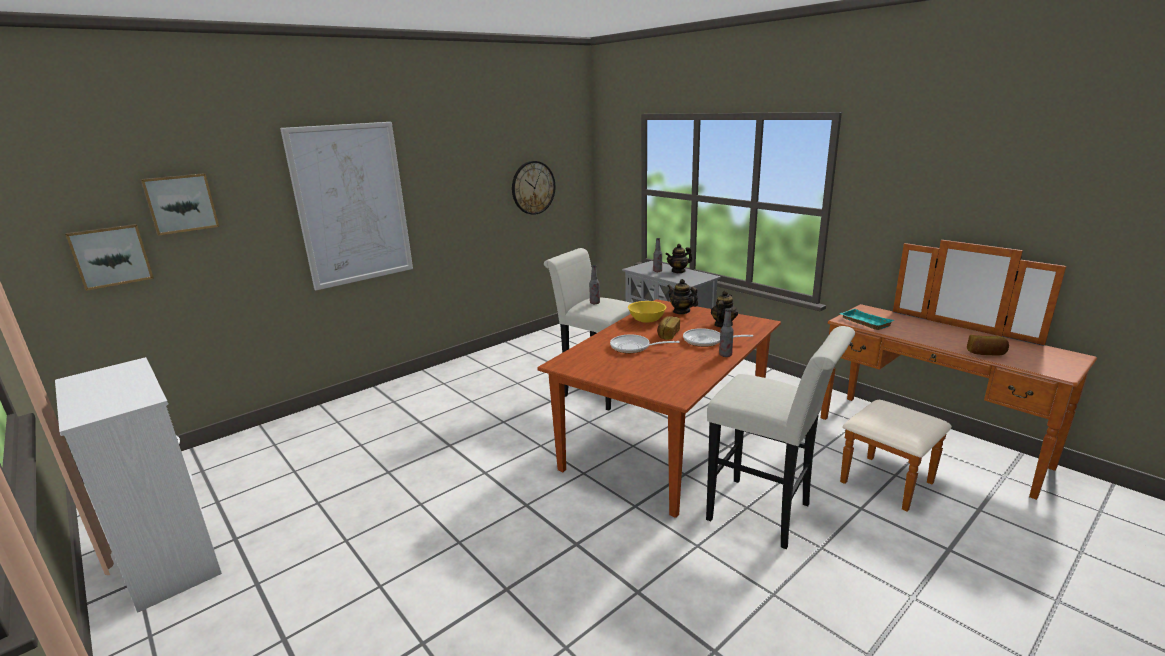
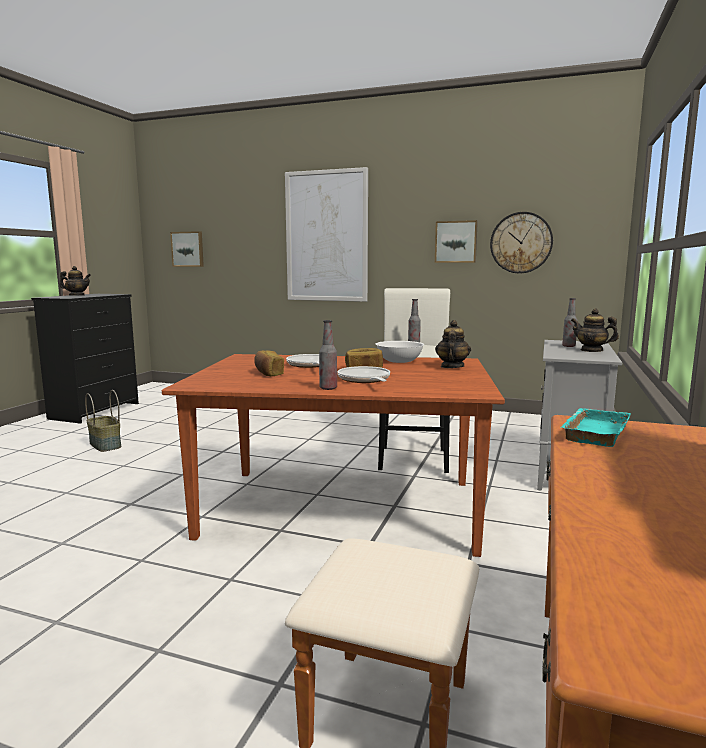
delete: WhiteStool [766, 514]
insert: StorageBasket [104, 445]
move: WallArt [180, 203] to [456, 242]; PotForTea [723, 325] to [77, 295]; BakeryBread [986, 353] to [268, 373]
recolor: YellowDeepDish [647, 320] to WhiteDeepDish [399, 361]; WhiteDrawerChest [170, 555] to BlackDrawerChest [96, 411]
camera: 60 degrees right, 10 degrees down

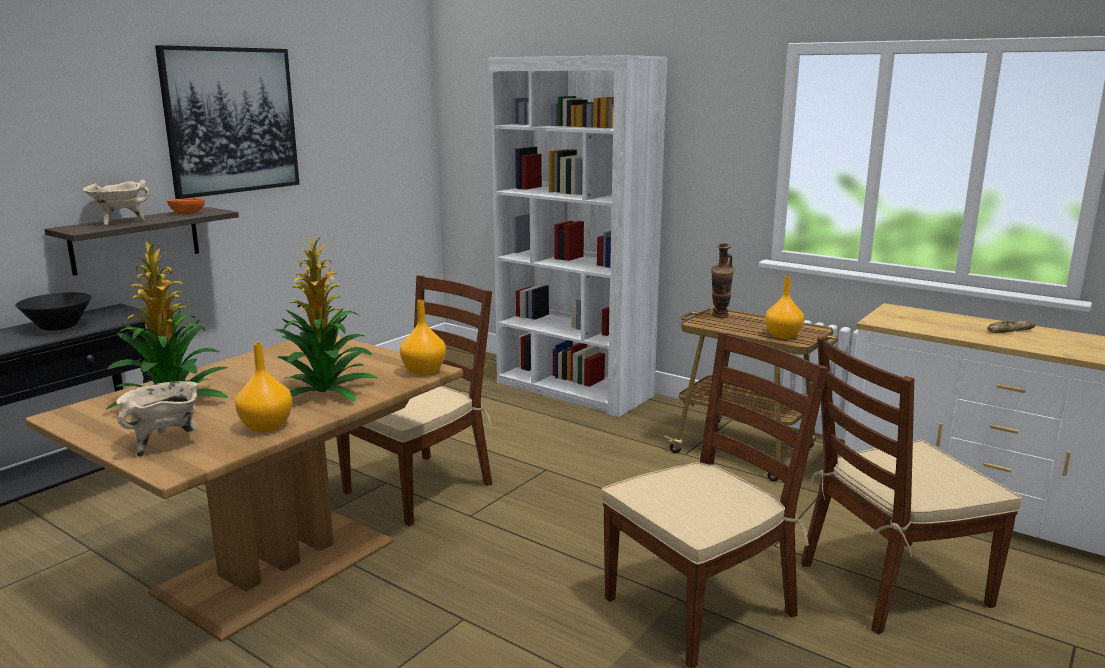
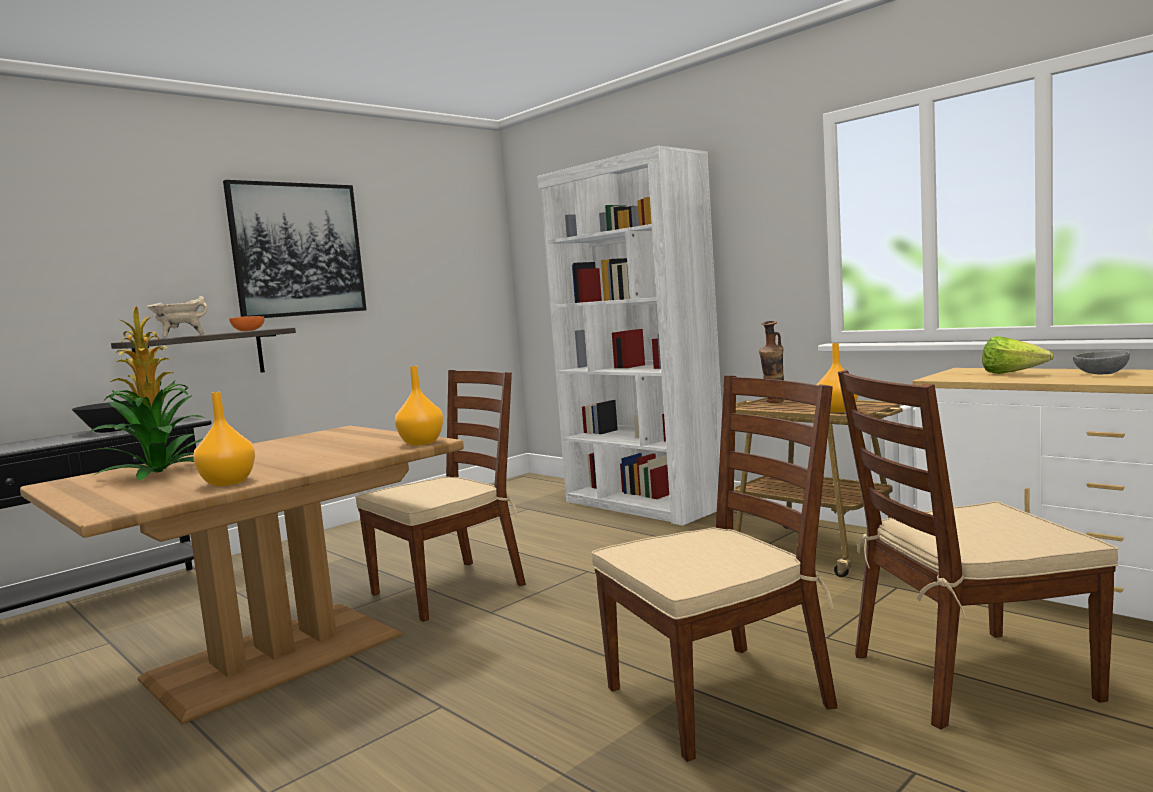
delete: PottedPlant [326, 391]; SandColouredCookingPot [166, 443]
insert: HeadOfLettuce [1012, 374]
replace: BakeryBread [1009, 330] to GreyishDeepDish [1100, 374]
camera: 10 degrees right, 10 degrees down

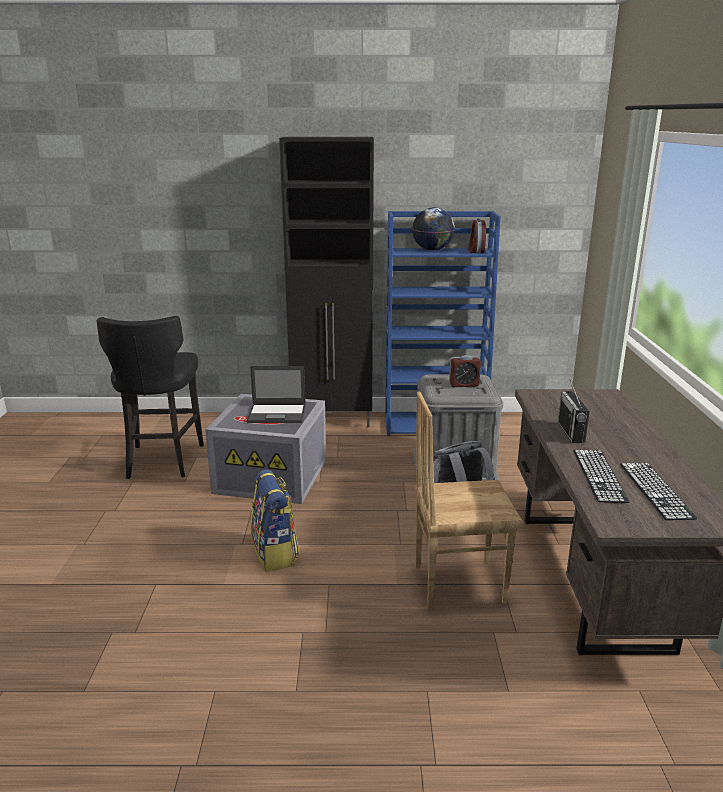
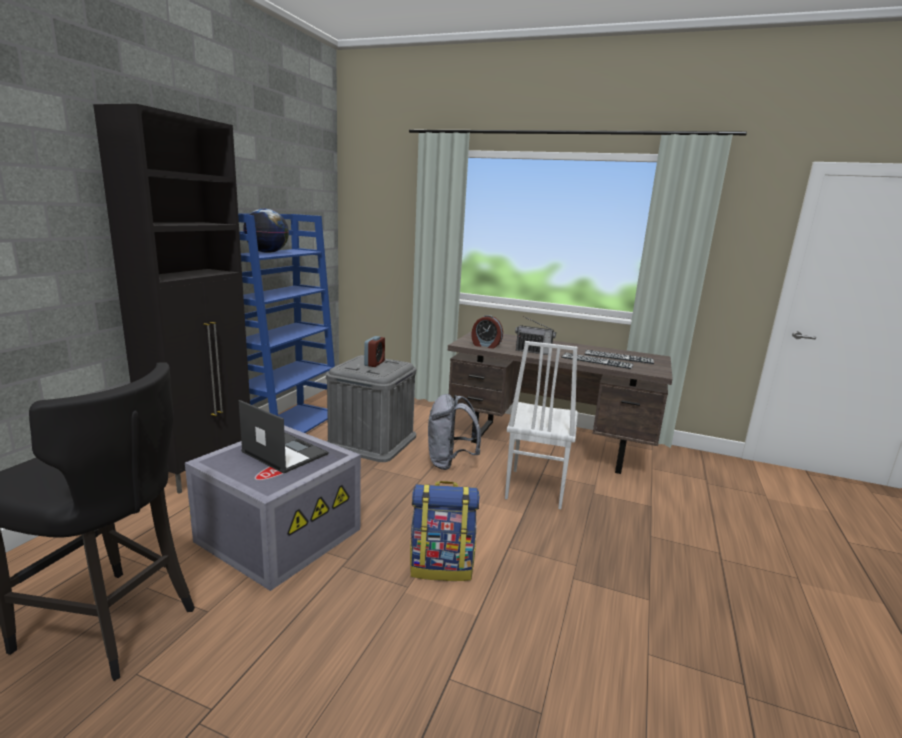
move: BedsideClock [475, 251] to [485, 345]
recolor: BrownPlainChair [458, 583] to WhitePlainChair [534, 488]
rotate: Laptop [277, 414] = [283, 453] 75 degrees counterclockwise
camera: 70 degrees left, 5 degrees down

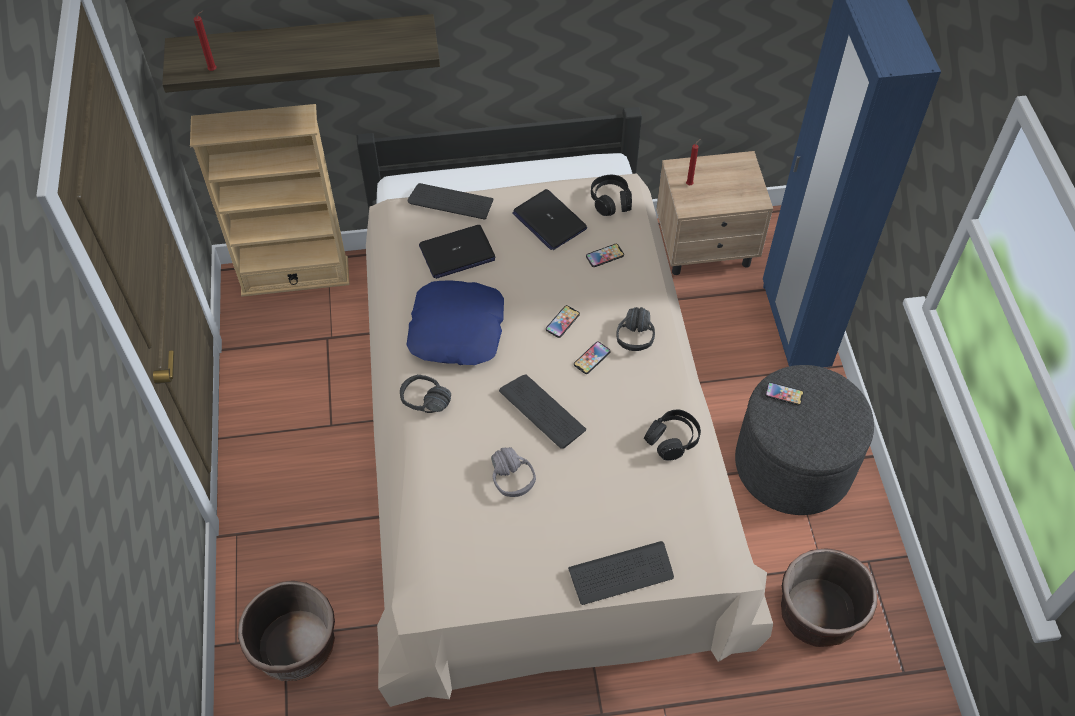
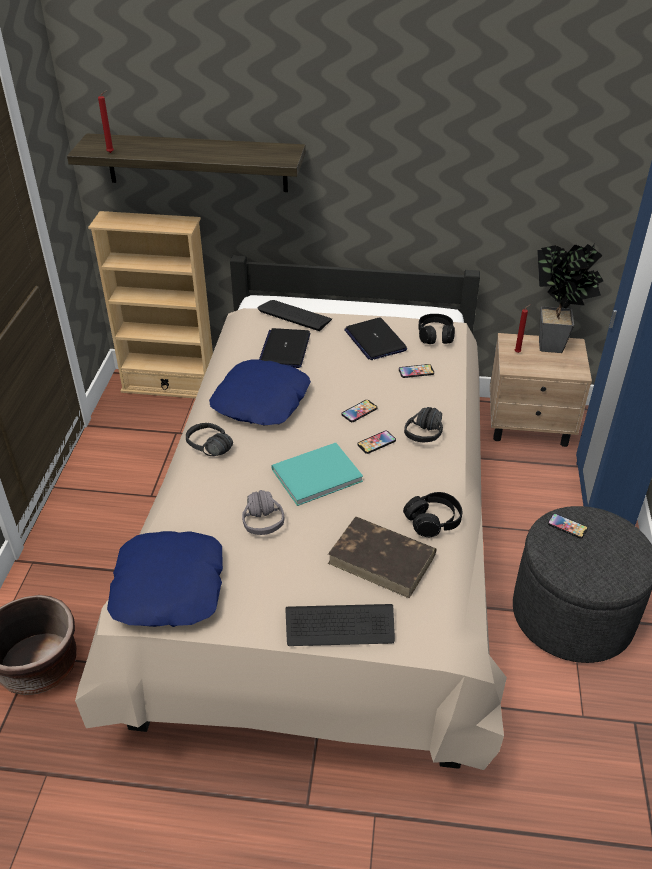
delete: BrownPlantPot [818, 614]
insert: PottedPlant [555, 348]; BrownBook [382, 559]; BlueColouredCushion [170, 587]
replace: PcKeyboard [542, 412] to TurquoiseBook [313, 475]
rotate: Laptop [457, 253] = [285, 349] 105 degrees clockwise
camera: 15 degrees right, 15 degrees down

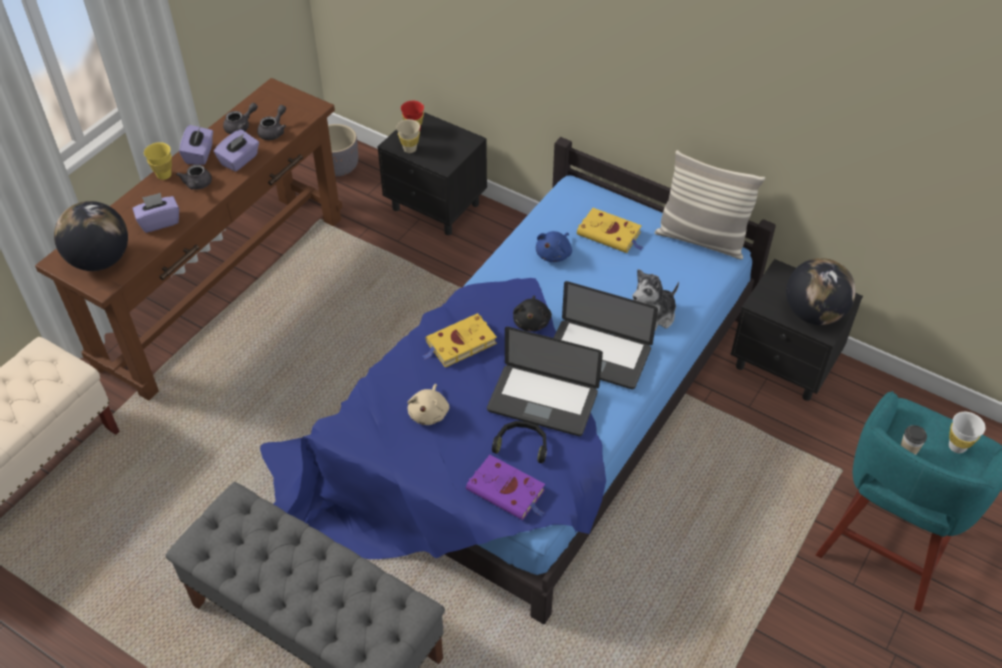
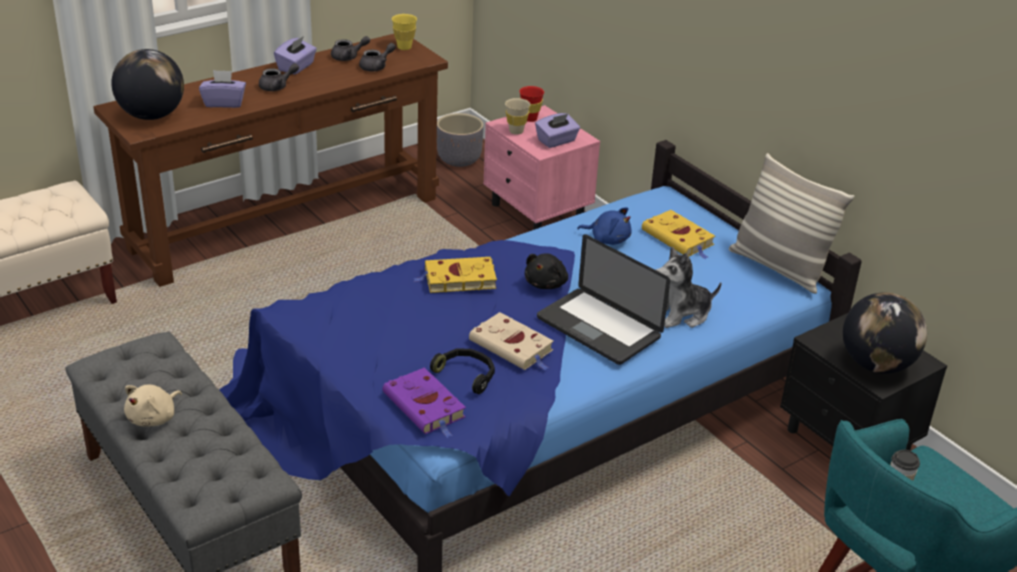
delete: WhiteSmallCup [957, 446]
move: PurpleColouredTissueBox [239, 160] to [556, 141]; YellowSmallCup [164, 175] to [404, 47]; SandColouredSoftToy [429, 413] to [154, 418]
replace: Laptop [542, 401] to SandColouredBook [513, 347]
recolor: BlackBedsideTable [436, 207] to PinkColouredBedsideTable [537, 213]
rotate: GreyishPotForTea [197, 185] = [277, 87] 135 degrees counterclockwise; BlueColouredSoftToy [554, 254] = [607, 239] 120 degrees counterclockwise
camera: 20 degrees right, 15 degrees down

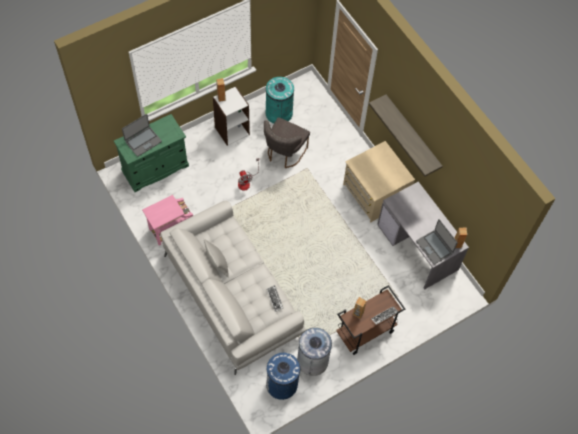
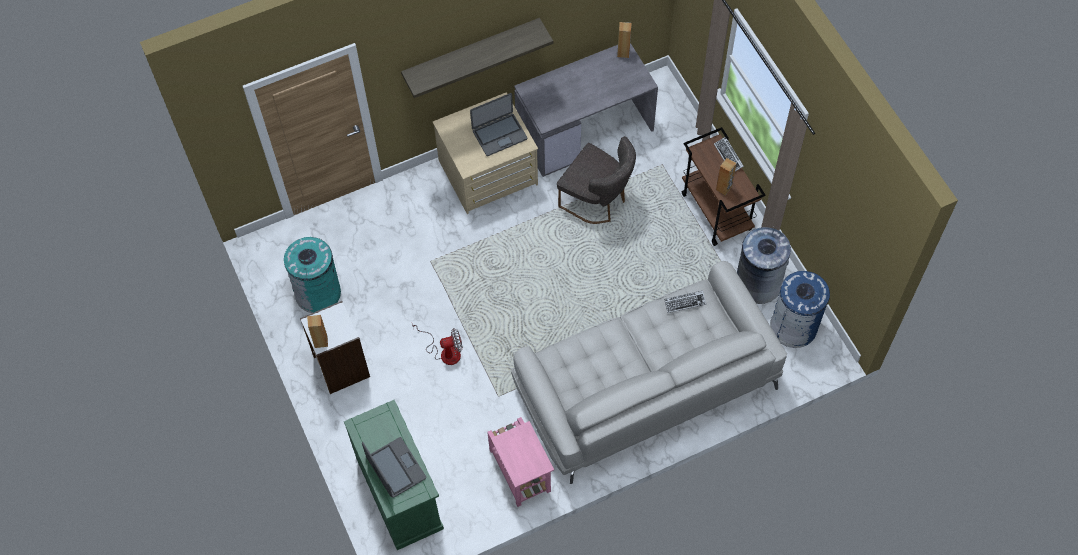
delete: GreyishCushion [217, 264]
move: GreyishPlainChair [284, 154] to [597, 201]; Laptop [434, 247] to [499, 134]
camera: 80 degrees left, 0 degrees up

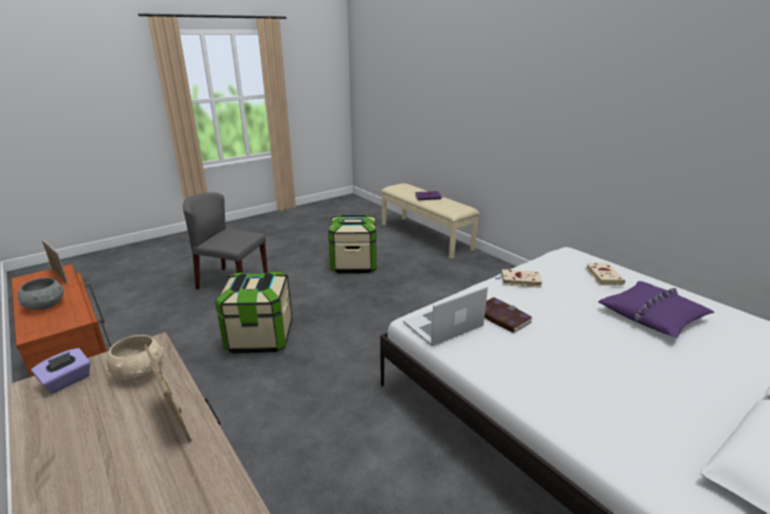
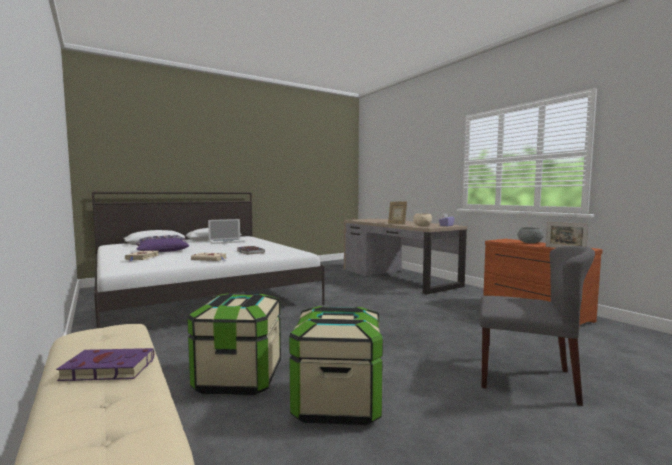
move: StorageBin [260, 337] to [239, 378]; Laptop [443, 324] to [226, 241]
camera: 175 degrees left, 20 degrees down

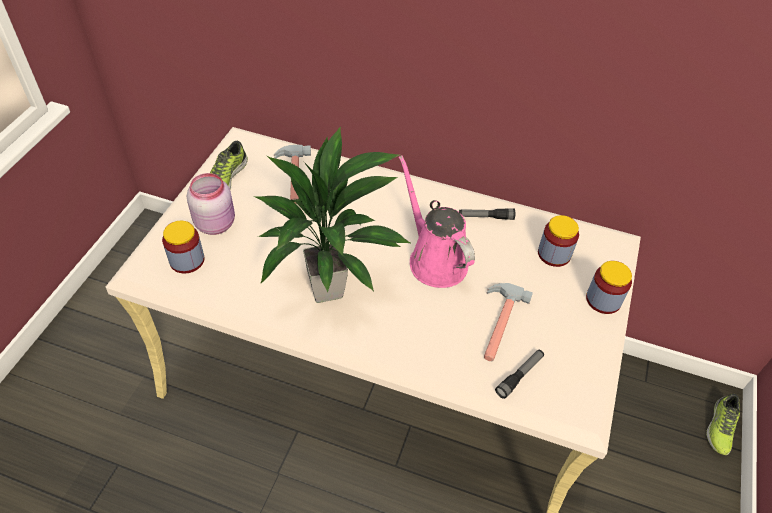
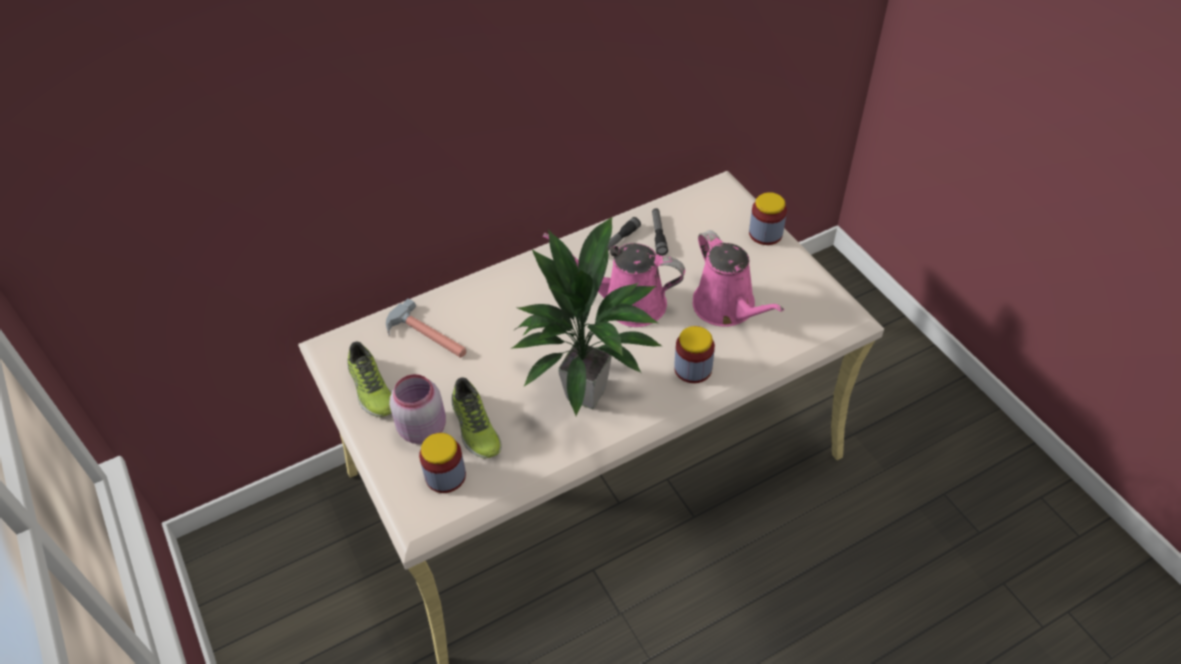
move: PreserveJar [554, 254] to [693, 368]; Torch [519, 376] to [658, 235]; LowShoe [720, 427] to [474, 427]
replace: HandHammer [498, 323] to PinkColouredWateringPot [727, 308]
camera: 45 degrees left, 0 degrees up

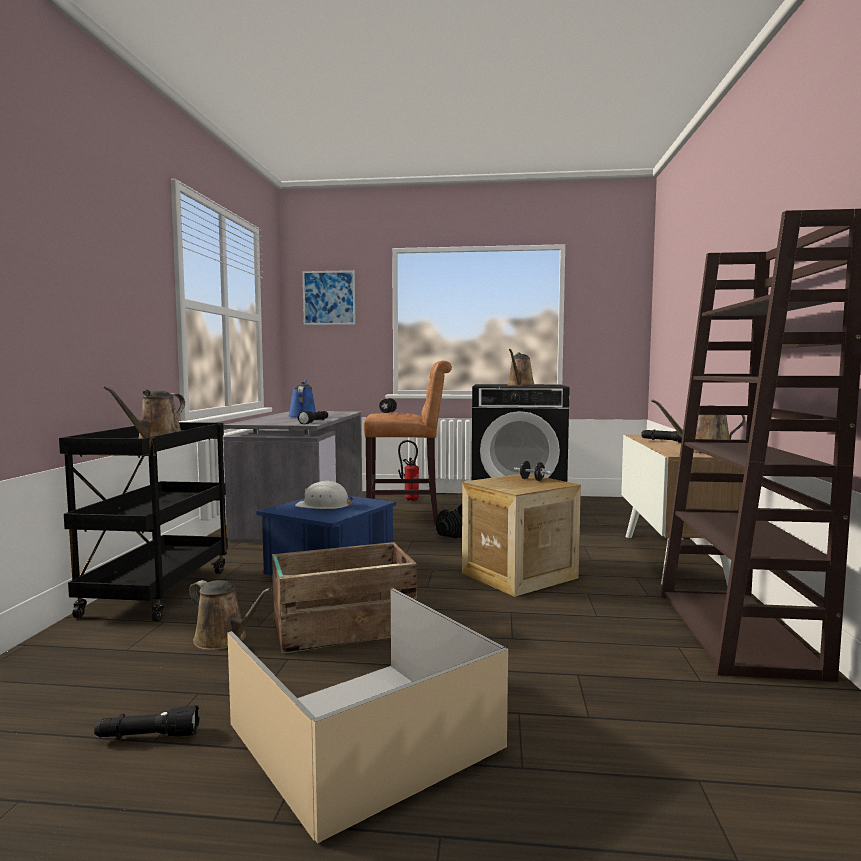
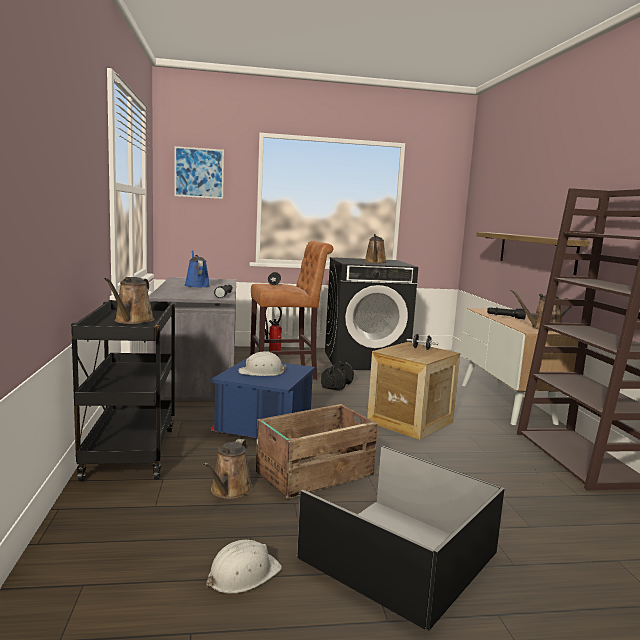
insert: BracketShelf [535, 251]
replace: BlackTorch [147, 737] to WhiteSafetyHelmet [243, 574]
recolor: SandColouredStorageBin [367, 734] to BlackStorageBin [399, 554]
rotate: BrownWateringPot [224, 639] = [229, 491] 90 degrees clockwise
camera: 15 degrees left, 5 degrees up

